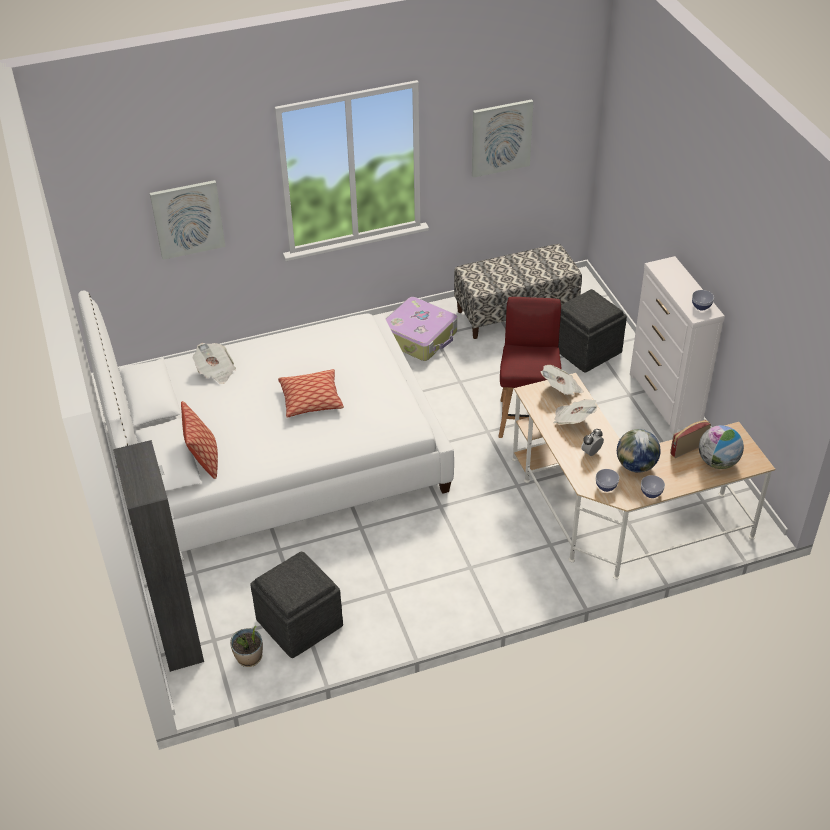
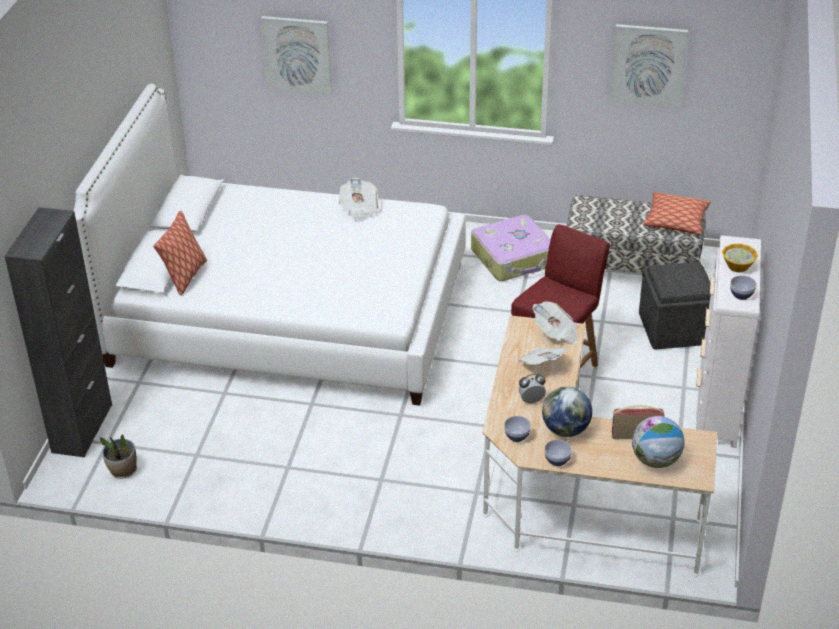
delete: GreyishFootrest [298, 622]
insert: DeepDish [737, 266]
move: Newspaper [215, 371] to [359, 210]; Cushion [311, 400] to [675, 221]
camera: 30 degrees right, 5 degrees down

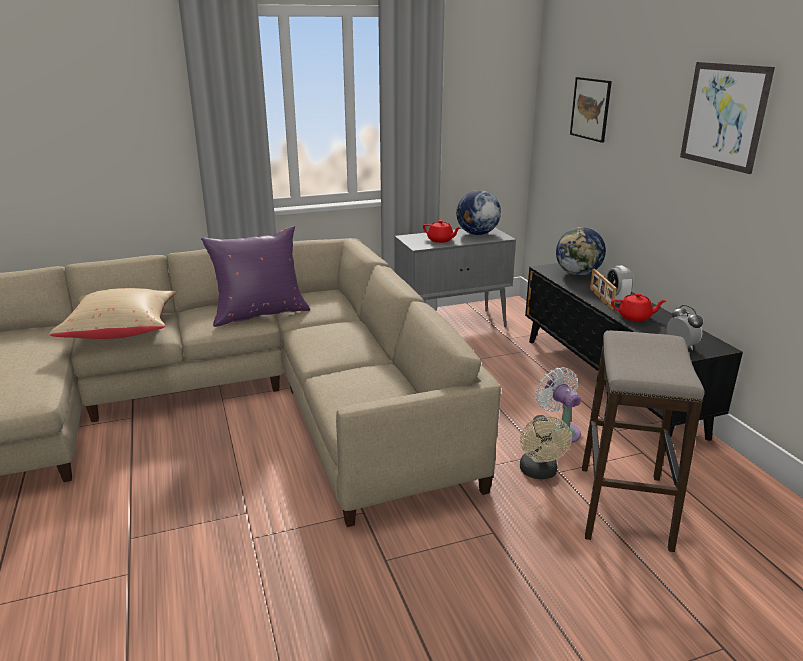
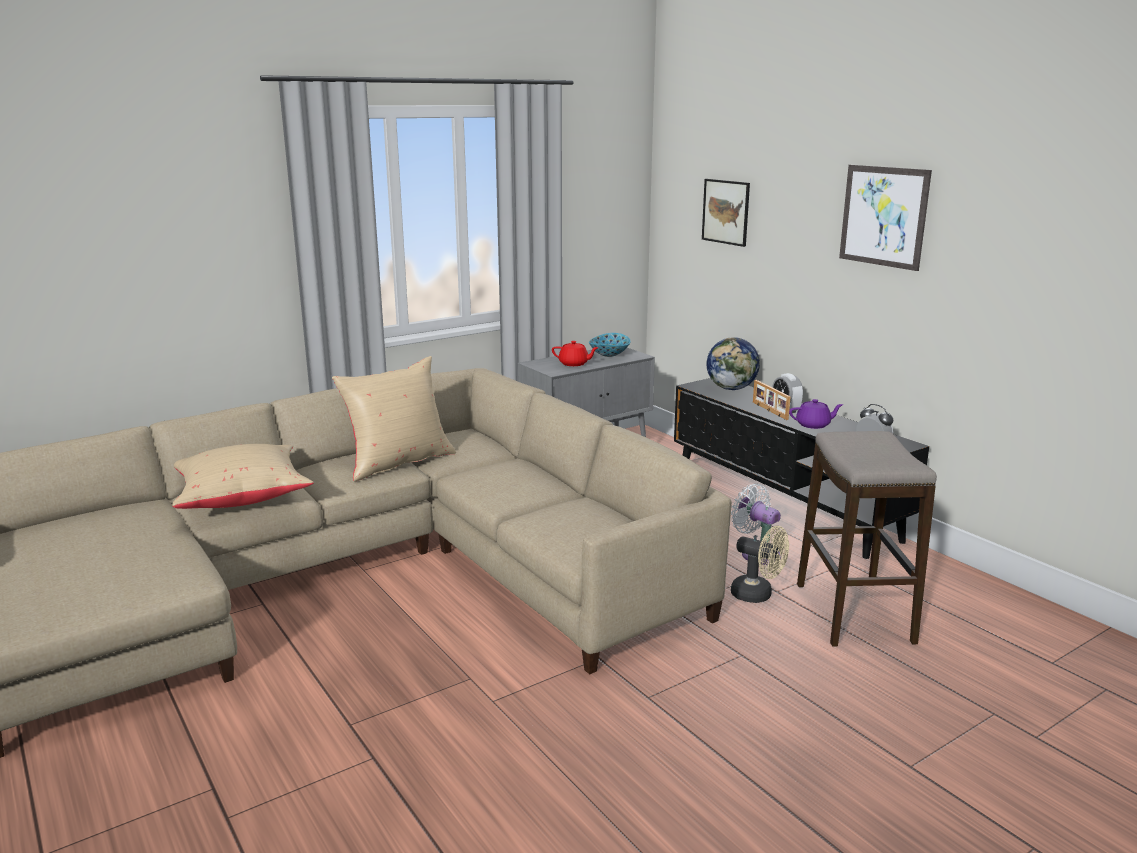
replace: WorldGlobe [477, 234] to DeepDish [608, 354]
recolor: PurpleColouredCushion [259, 313] to SandColouredCushion [398, 462]; ReddishPotForTea [635, 317] to PurpleColouredPotForTea [814, 425]
rotate: SandColouredFan [539, 473] = [758, 595] 45 degrees counterclockwise
camera: 15 degrees left, 5 degrees down

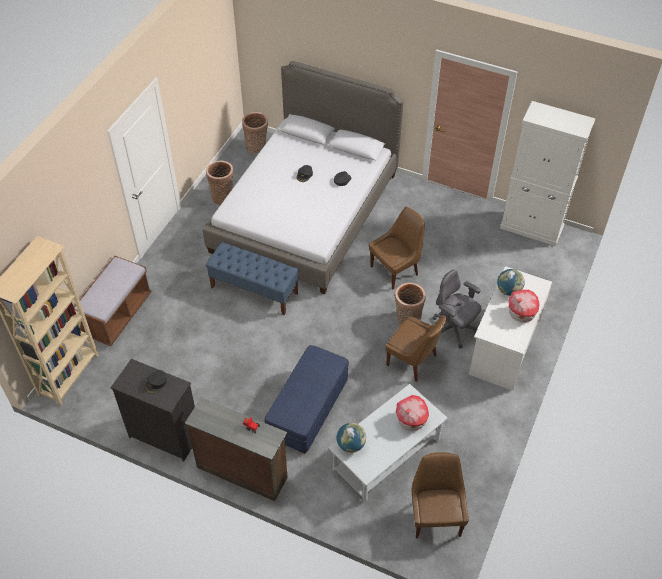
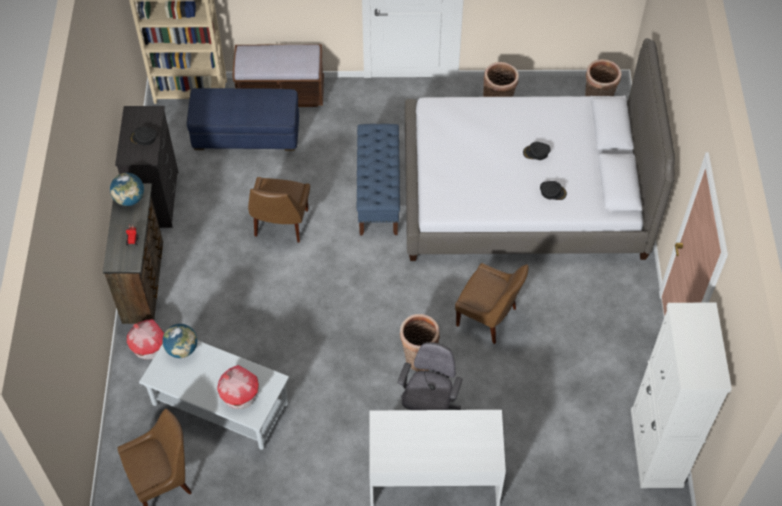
move: WorldGlobe [508, 290] to [130, 199]; ModelHouse [521, 313] to [148, 347]; BrownPlainChair [413, 361] to [280, 225]; BlueColouredFootrest [308, 409] to [246, 134]
camera: 65 degrees right, 5 degrees up

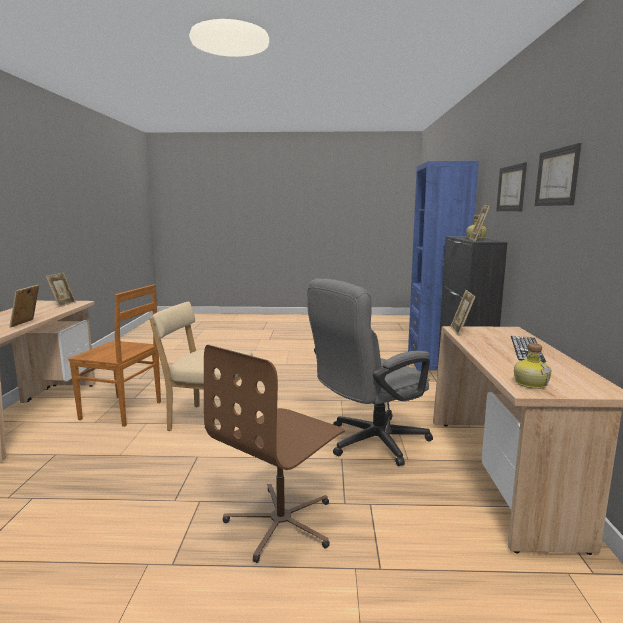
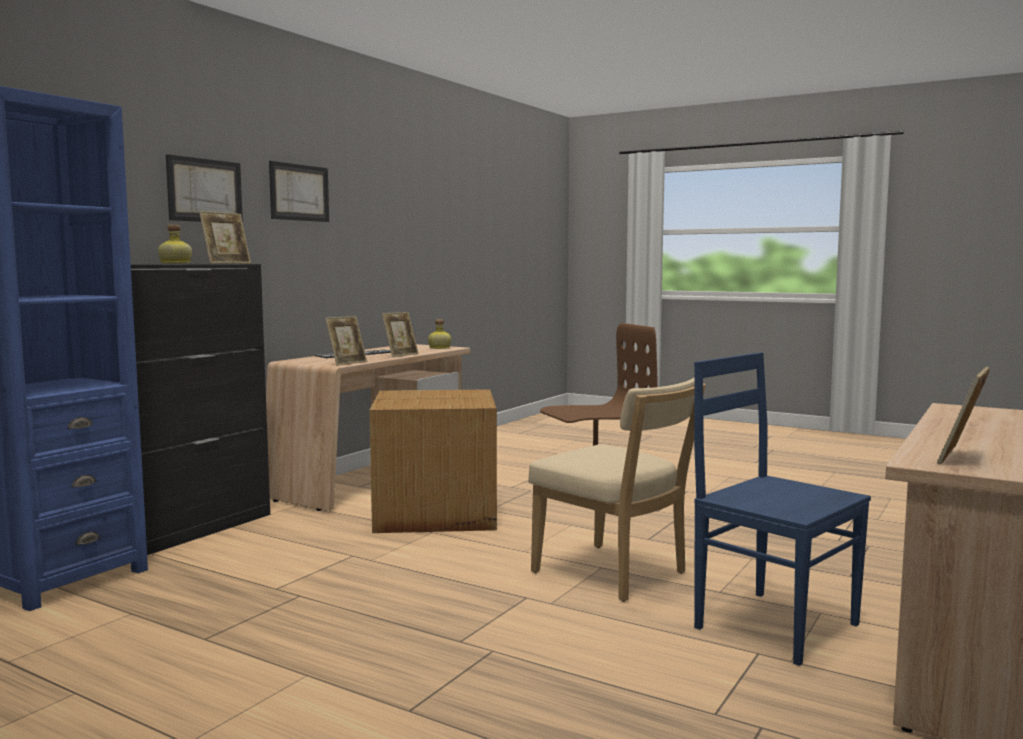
move: StandingFrame [27, 323] to [400, 355]
replace: GreyishDeskChair [369, 443] to CardboardBox [437, 514]
recolor: BrownPlainChair [123, 411] to BlueColouredPlainChair [772, 624]
camera: 150 degrees left, 5 degrees down

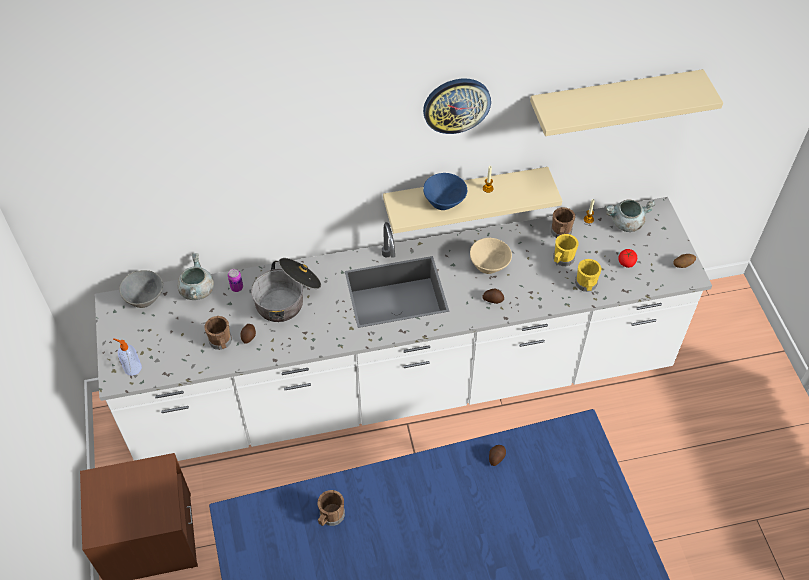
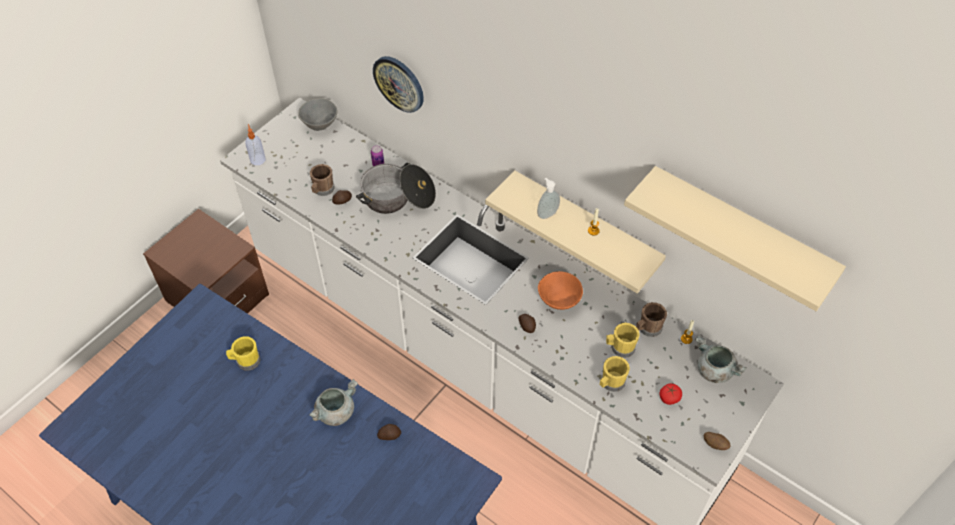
move: ClockOnTheWall [456, 105] to [399, 83]; GreyishCookingPot [197, 290] to [335, 411]
replace: BlueColouredDeepDish [445, 203] to SoapBottle [547, 213]
recolor: SandColouredDeepDish [490, 266] to OrangeyDeepDish [559, 302]; BrownTeaMug [330, 517] to YellowTeaMug [245, 361]
camera: 50 degrees right, 0 degrees up

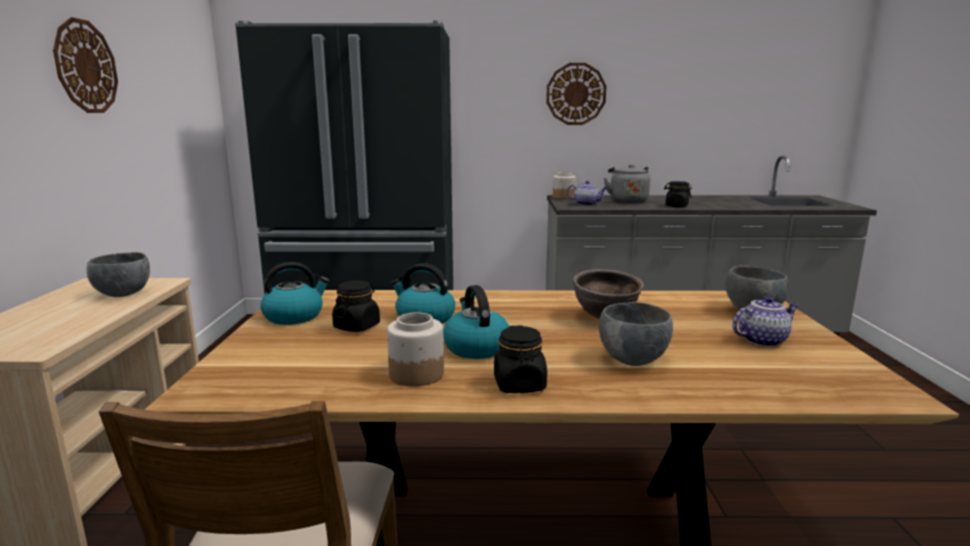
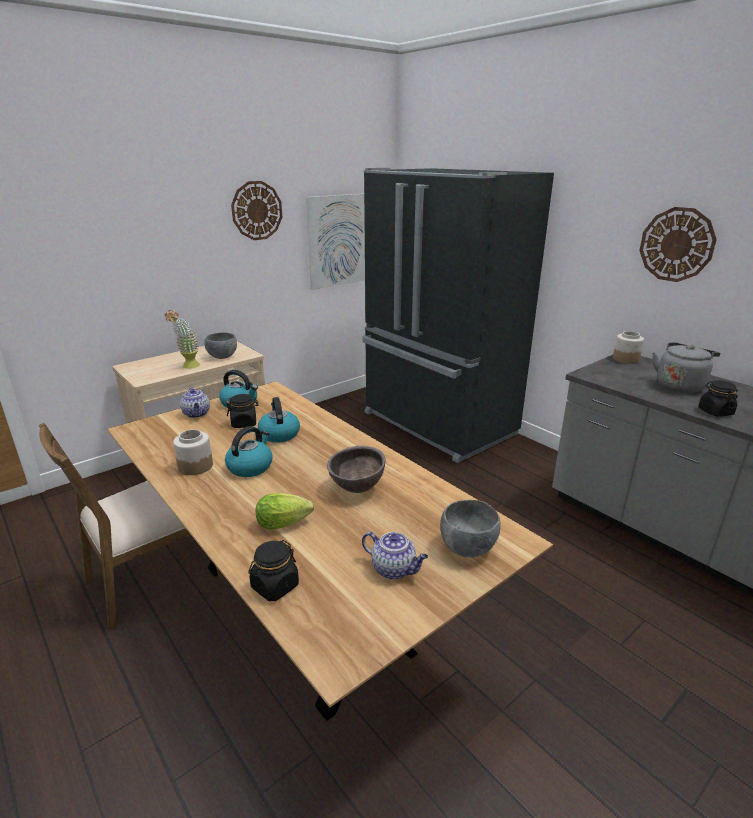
insert: WallArt [339, 241]; PottedPlant [188, 367]
move: PotForTea [586, 204] to [197, 414]; BlackPreserveJar [519, 385] to [275, 586]
replace: GreyishDeepDish [632, 360] to HeadOfLettuce [286, 523]
camera: 50 degrees right, 10 degrees up

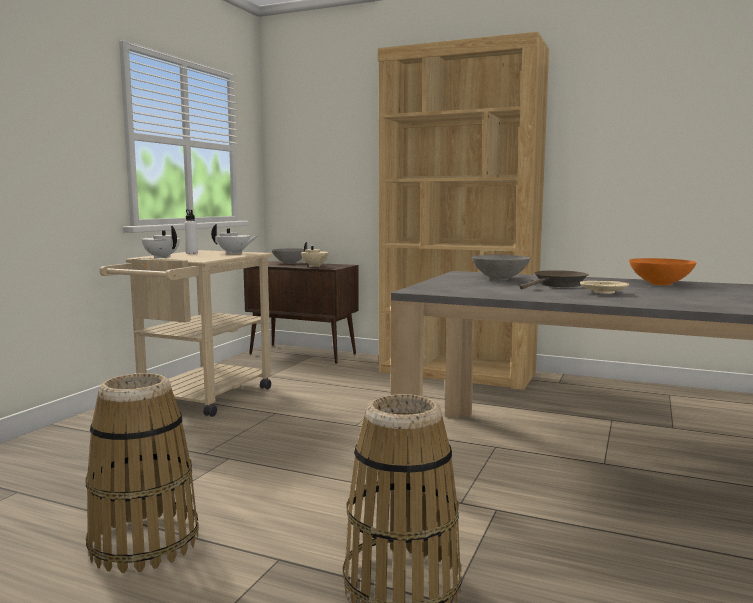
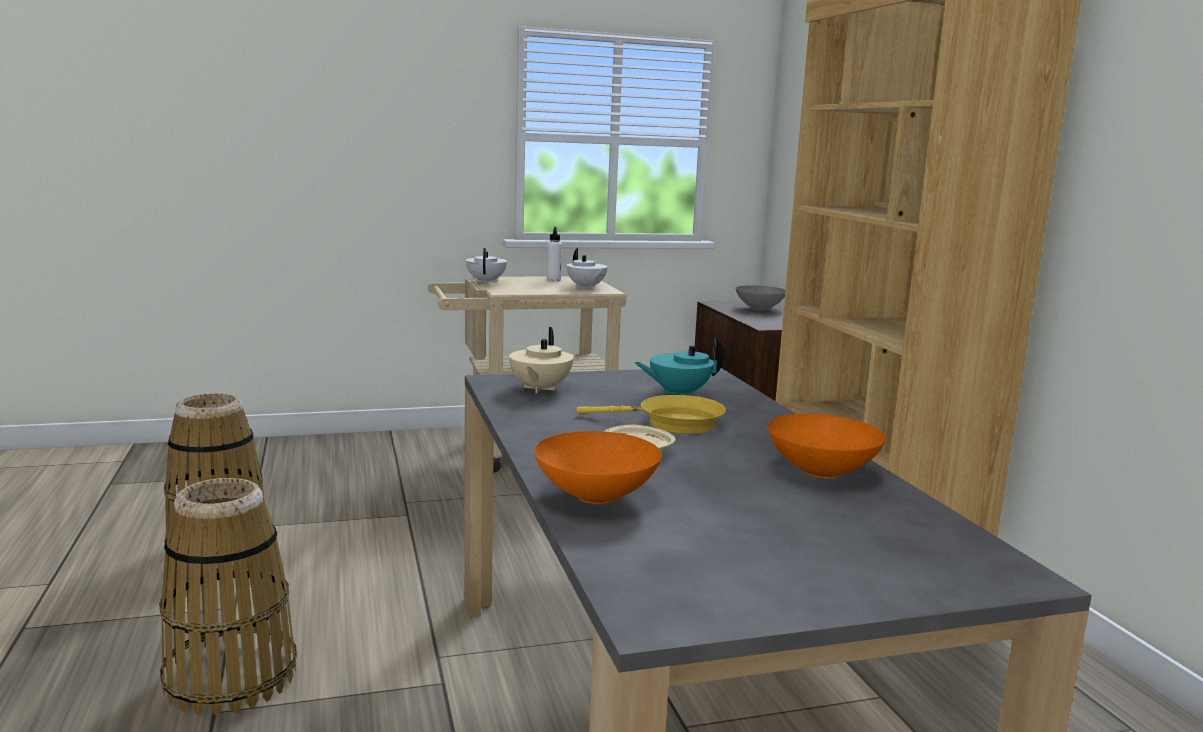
insert: OrangeyDeepDish [598, 496]
move: SandColouredPotForTea [315, 266] to [539, 389]
replace: GreyishDeepDish [499, 279] to TurquoisePotForTea [678, 393]
recolor: BrownSkillet [557, 285] to YellowSkillet [673, 423]
camera: 50 degrees right, 5 degrees up

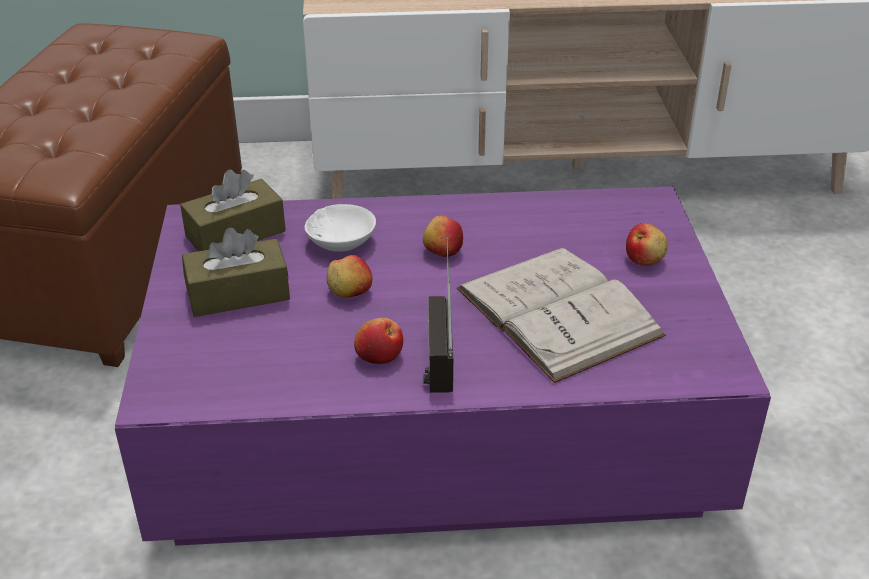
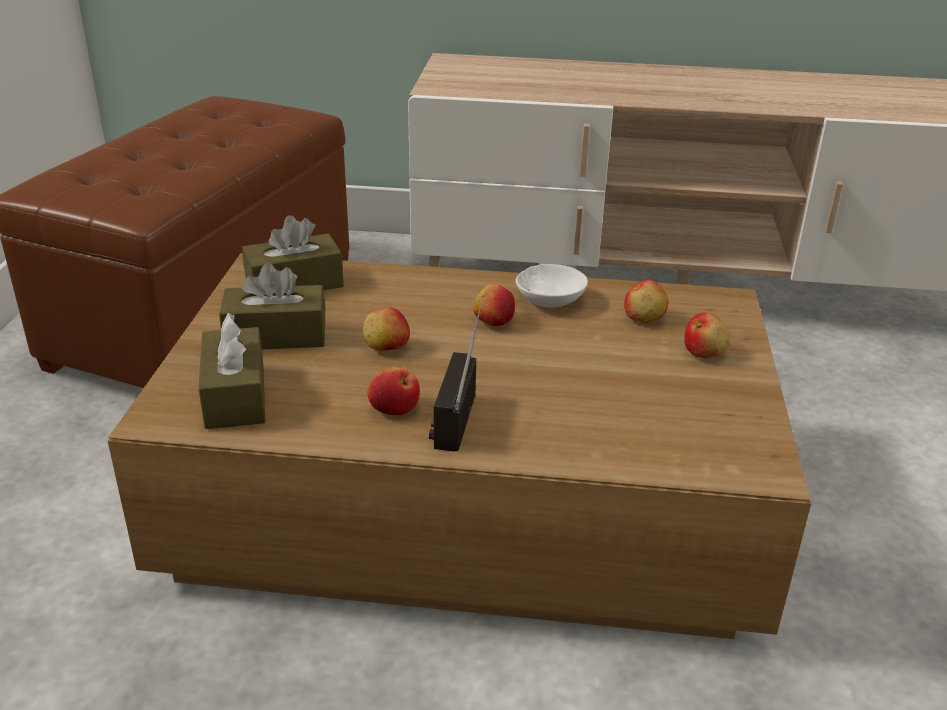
delete: WhiteBook [558, 312]
insert: AppleFruit [644, 318]; BrownTissueBox [235, 395]
move: WhiteDeepDish [343, 243] to [551, 301]
recolor: PurpleColouredLowTable [432, 421] to BrownLowTable [467, 500]
camera: 10 degrees right, 5 degrees down

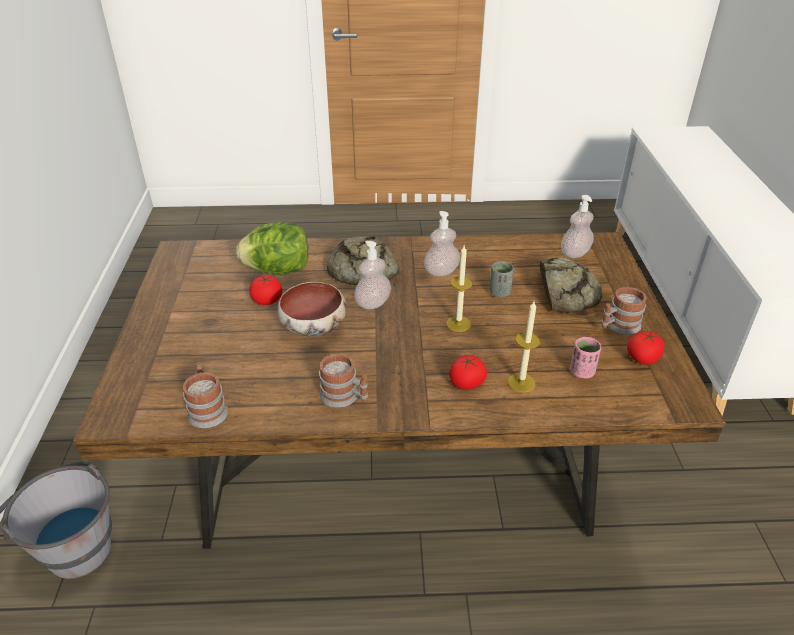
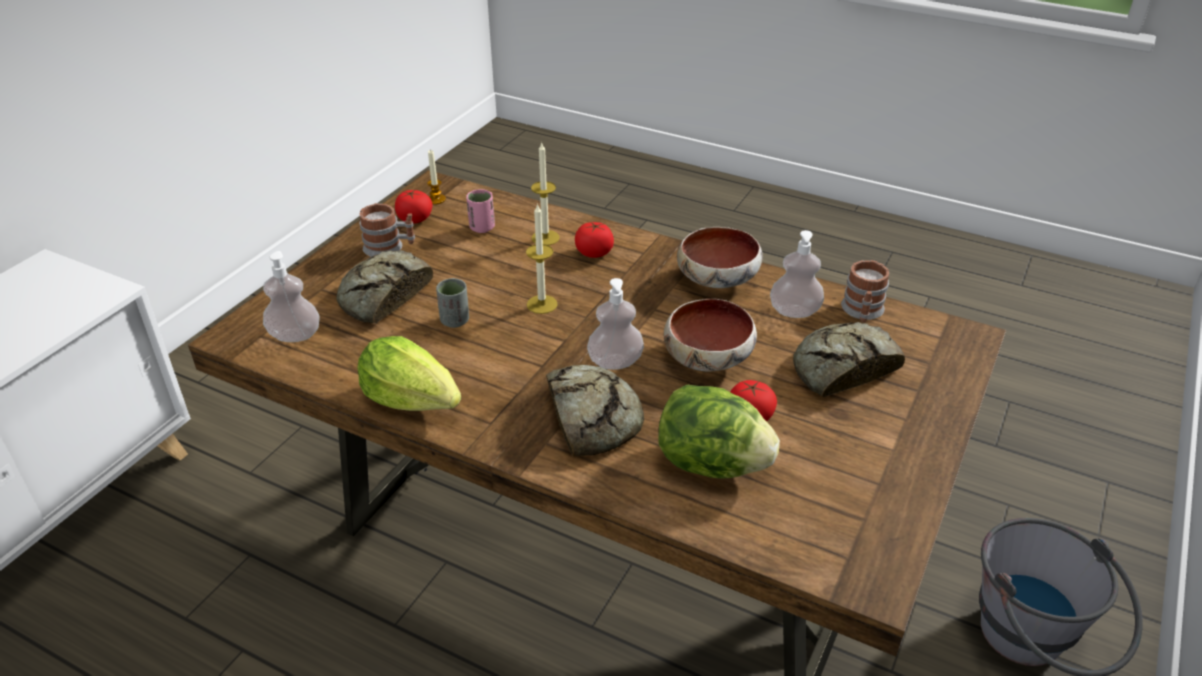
insert: Candle [436, 199]; BakeryBread [842, 368]; HeadOfLettuce [412, 399]
move: SoapBottle [441, 271] to [794, 311]
replace: TeaMug [345, 397] to DeepDish [718, 279]
camera: 150 degrees left, 0 degrees up

